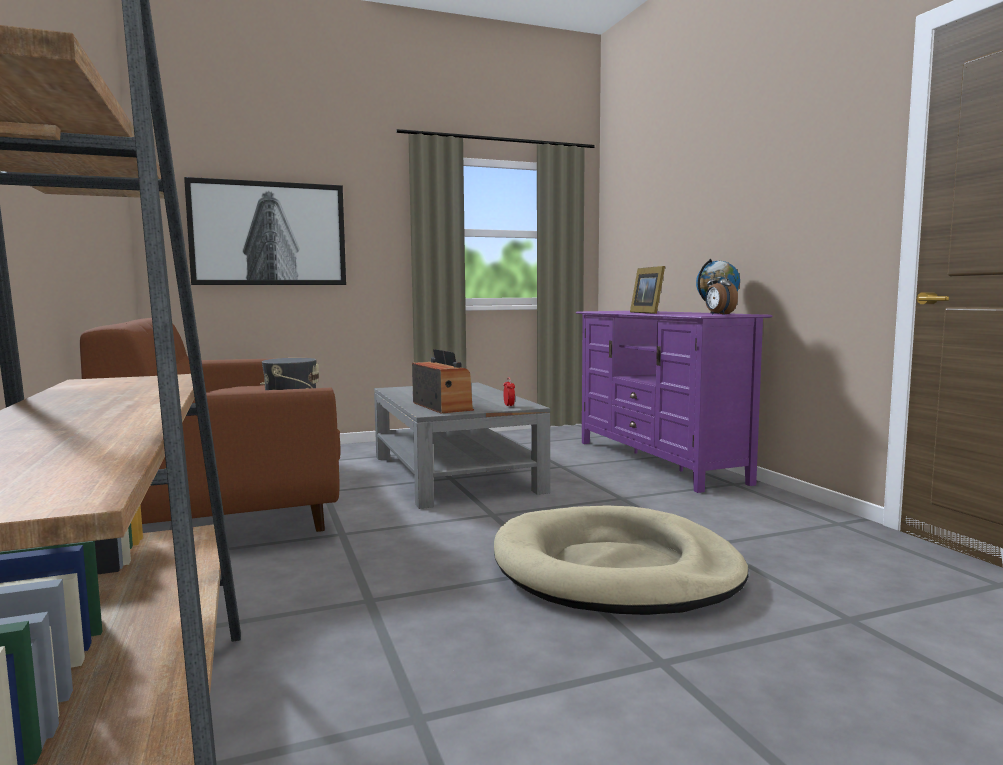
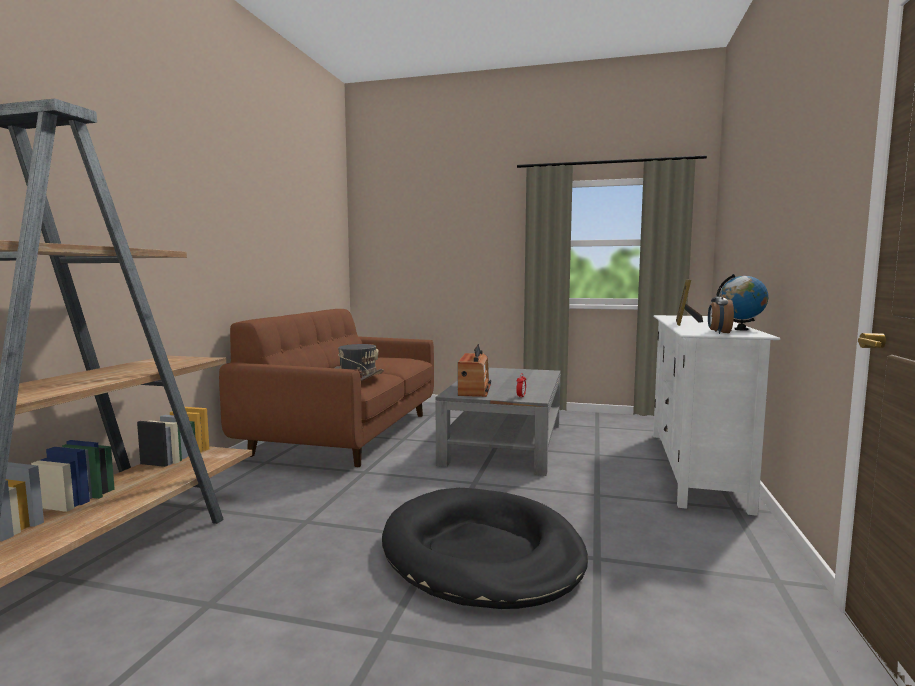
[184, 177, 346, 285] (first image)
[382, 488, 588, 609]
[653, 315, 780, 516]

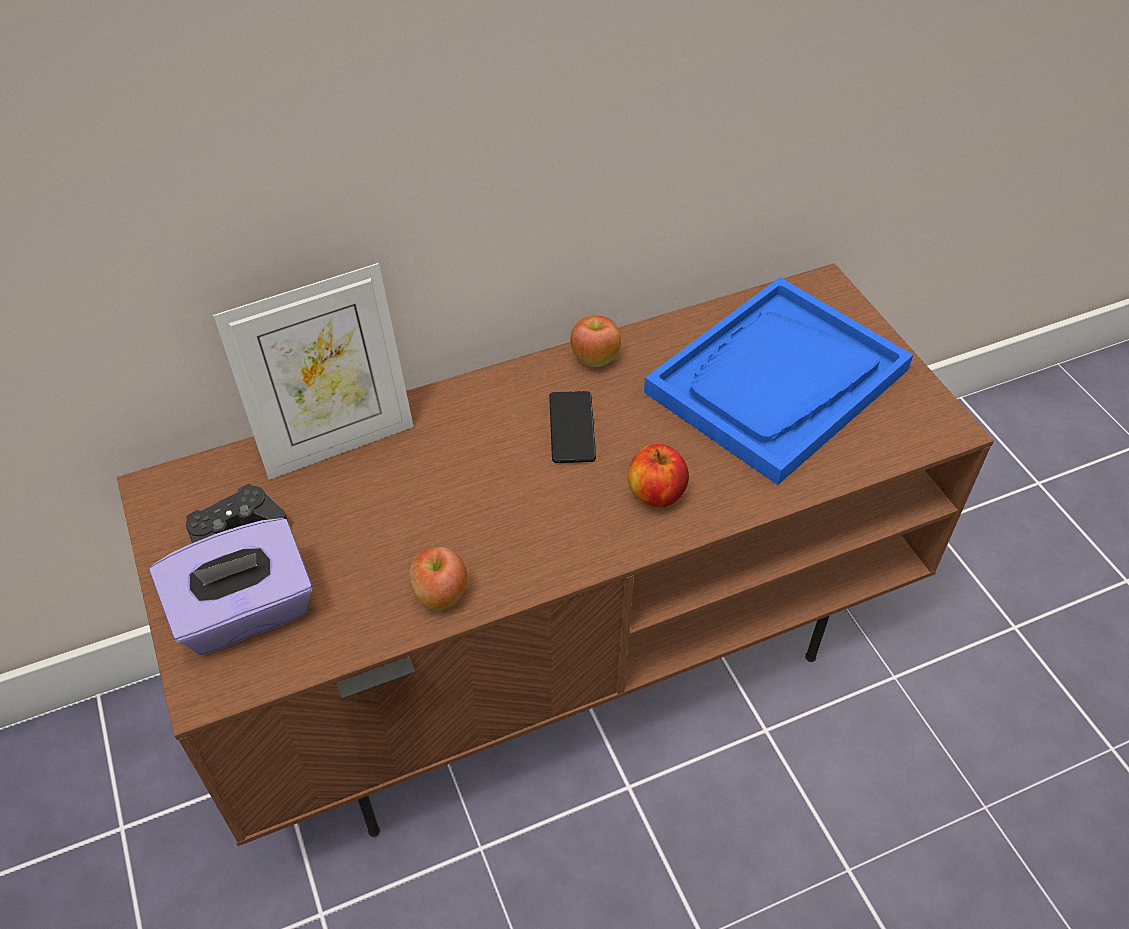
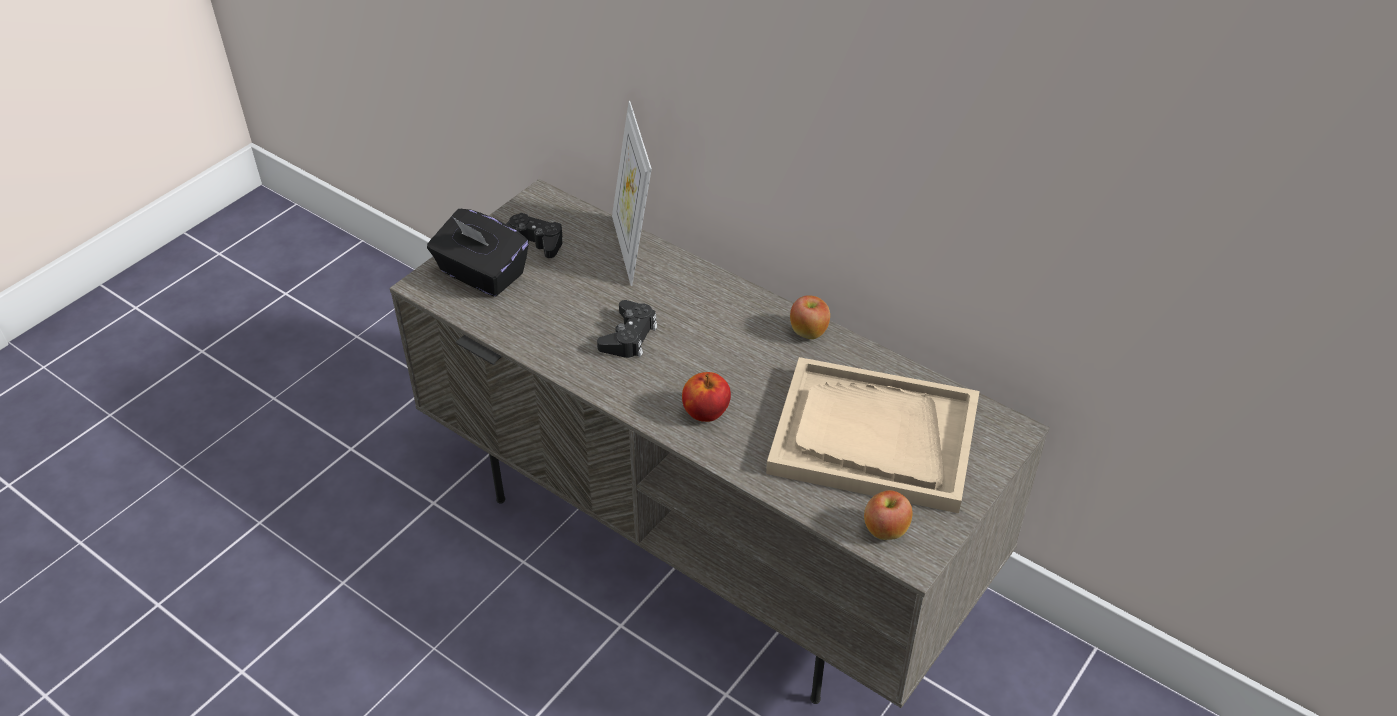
[389, 179, 1050, 708]
[427, 209, 529, 296]
[612, 101, 652, 286]
[864, 490, 913, 540]
[549, 391, 596, 463] (first image)
[766, 357, 980, 513]
[597, 300, 658, 358]

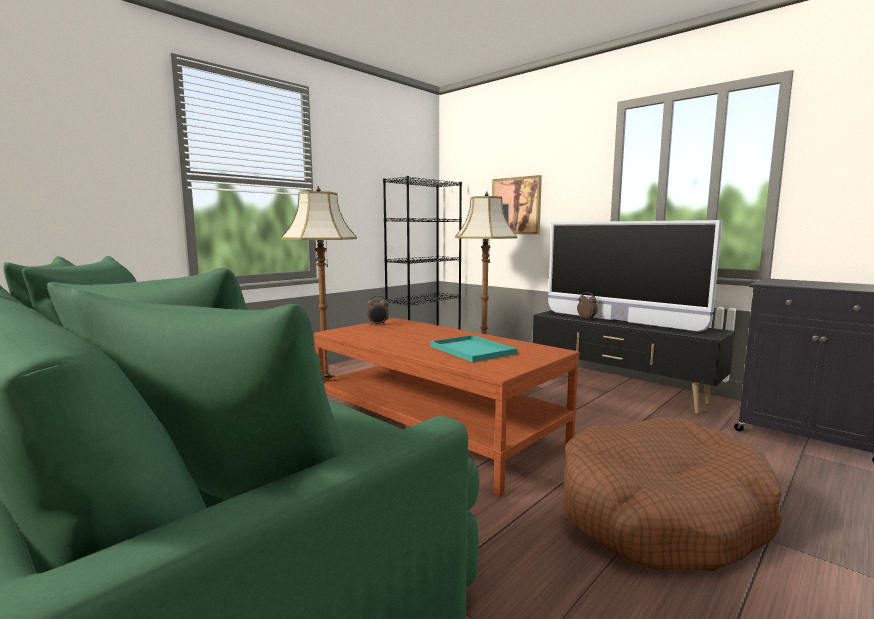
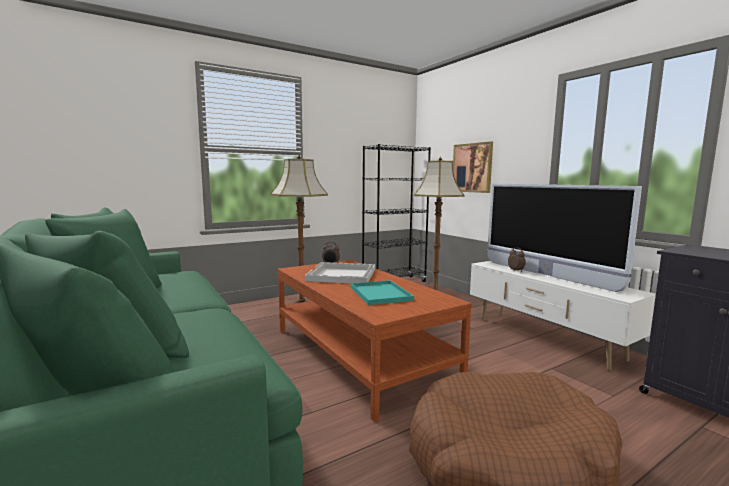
[470, 261, 656, 370]
[305, 262, 375, 283]

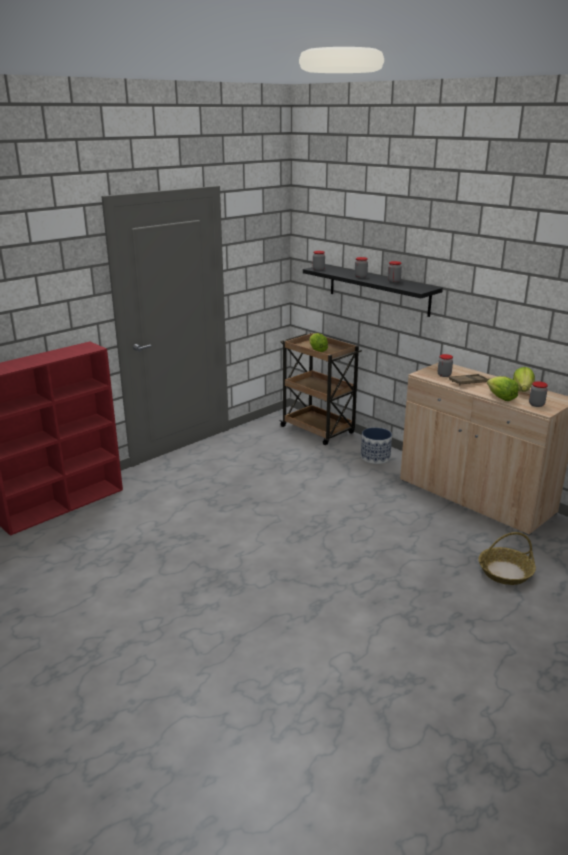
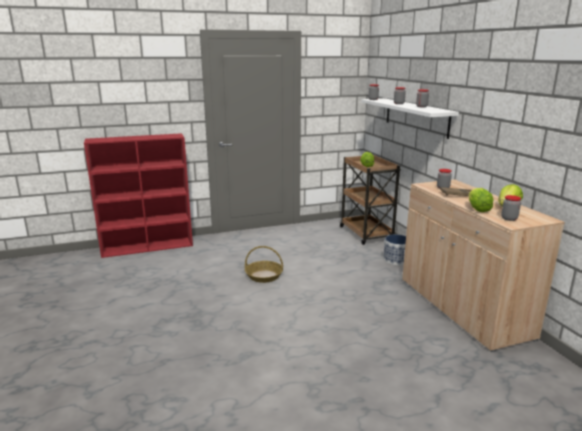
[362, 98, 459, 139]
[245, 246, 283, 283]

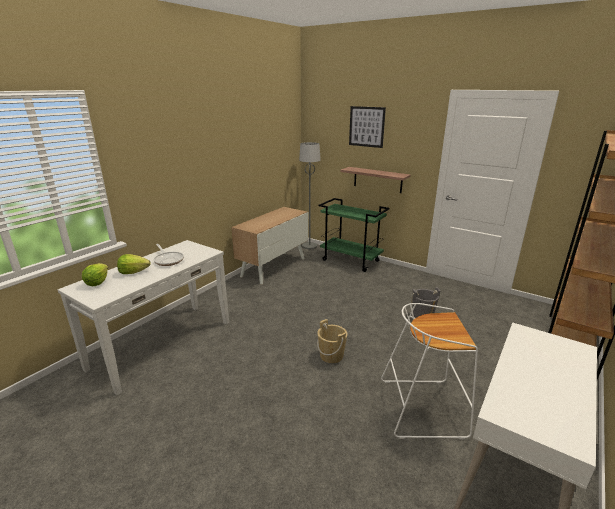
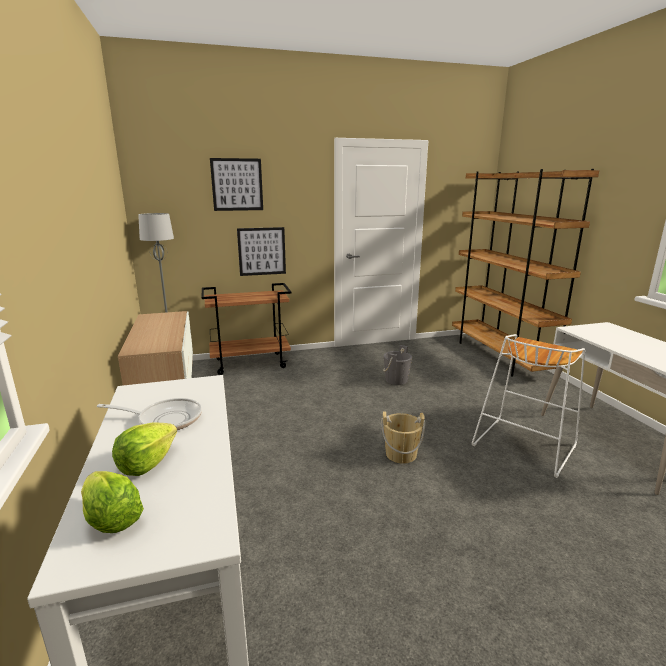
[202, 283, 292, 375]
[237, 227, 286, 276]

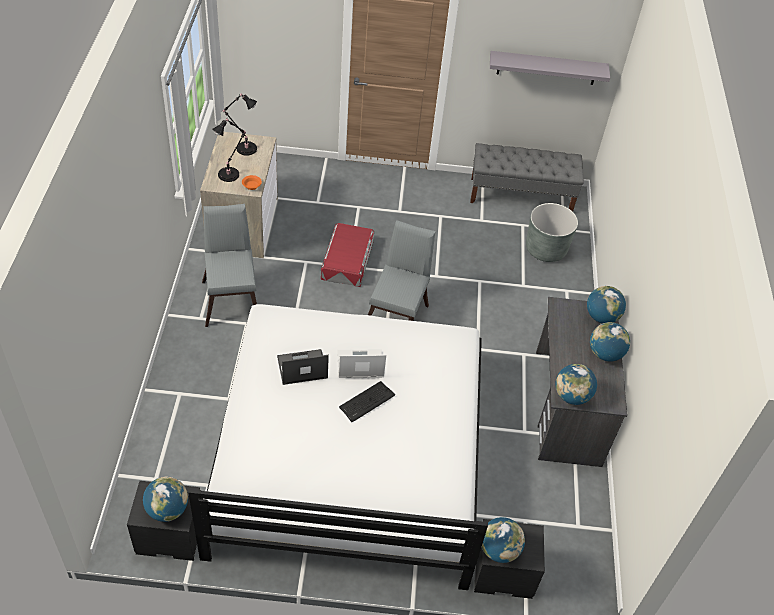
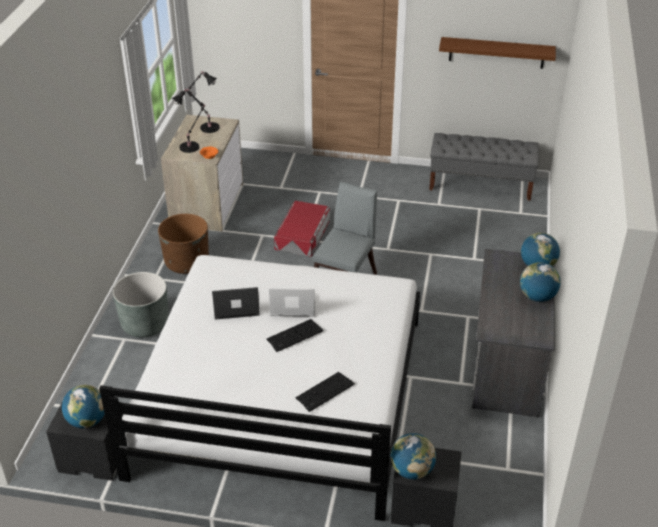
[158, 214, 209, 274]
[439, 37, 556, 69]
[113, 272, 169, 337]
[555, 364, 597, 405] (first image)
[296, 372, 355, 412]

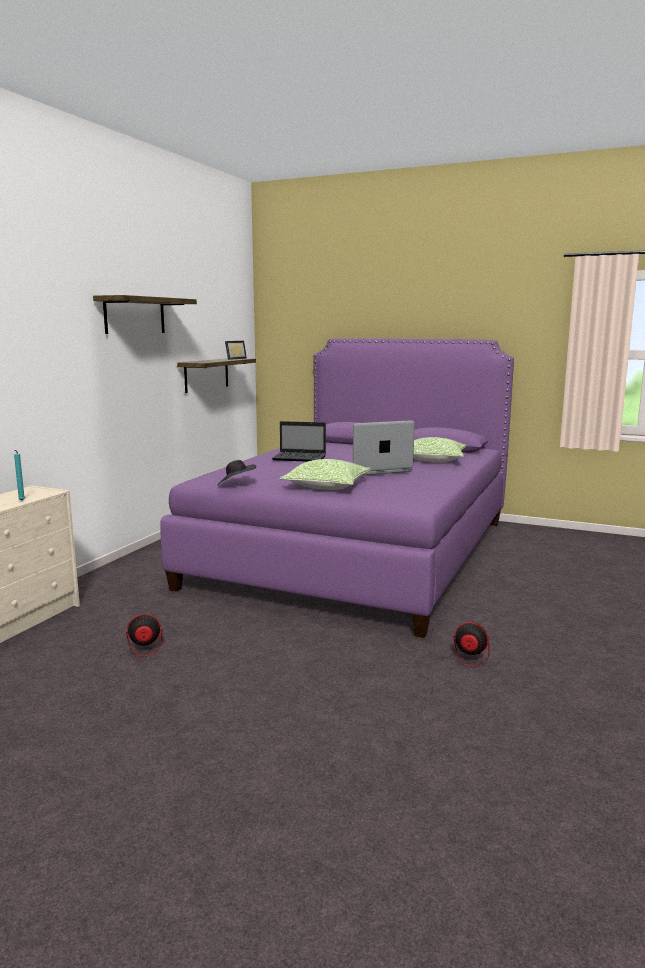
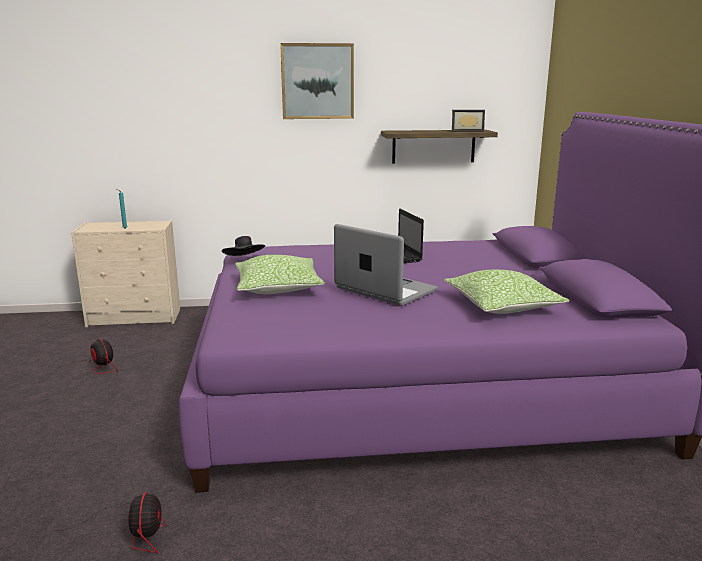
[280, 43, 354, 119]

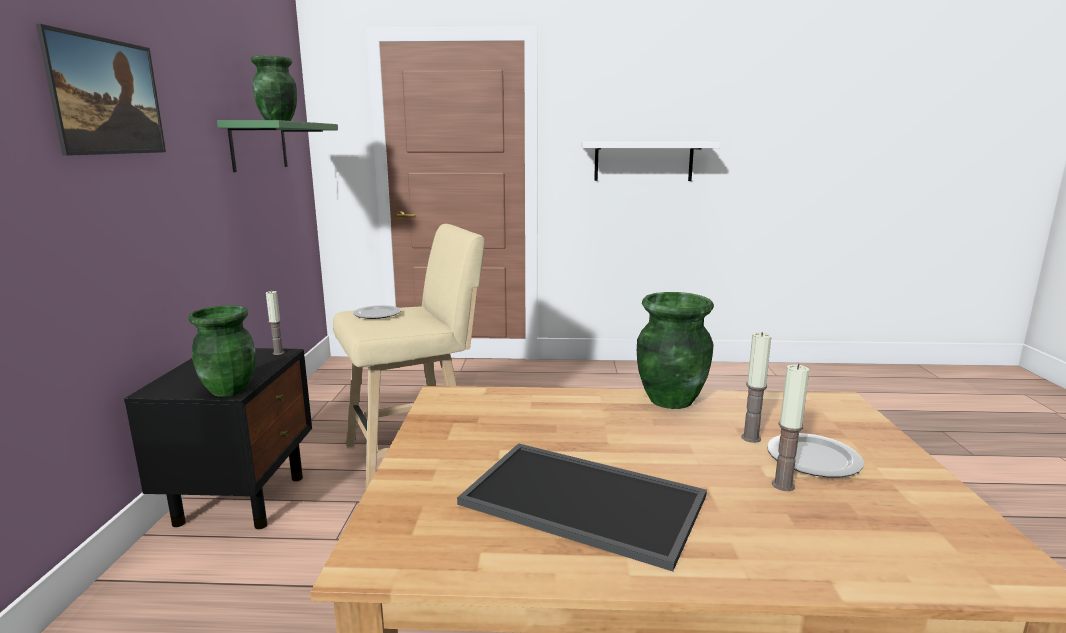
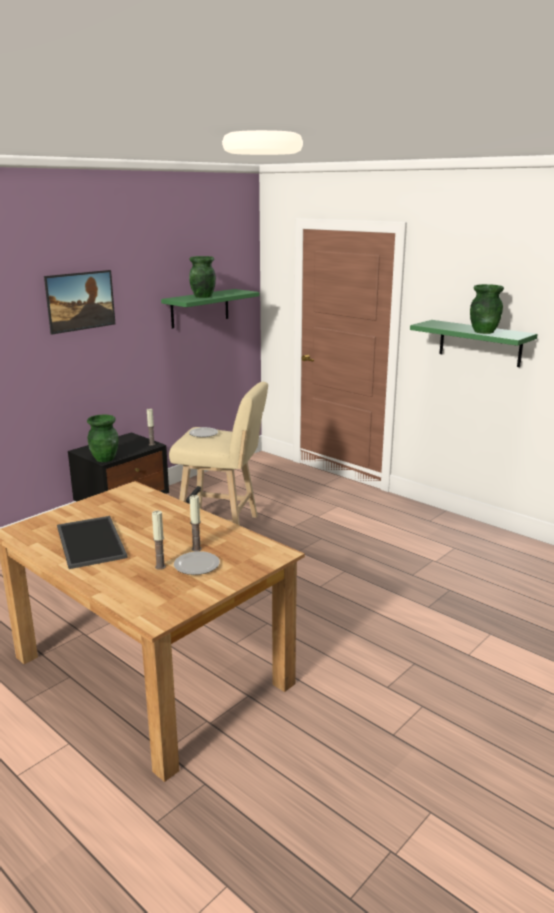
[410, 320, 538, 367]
[470, 284, 504, 334]

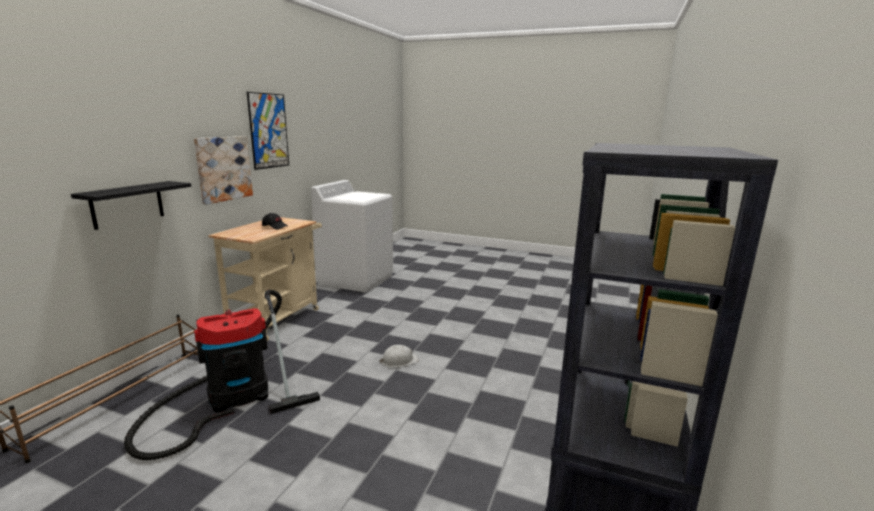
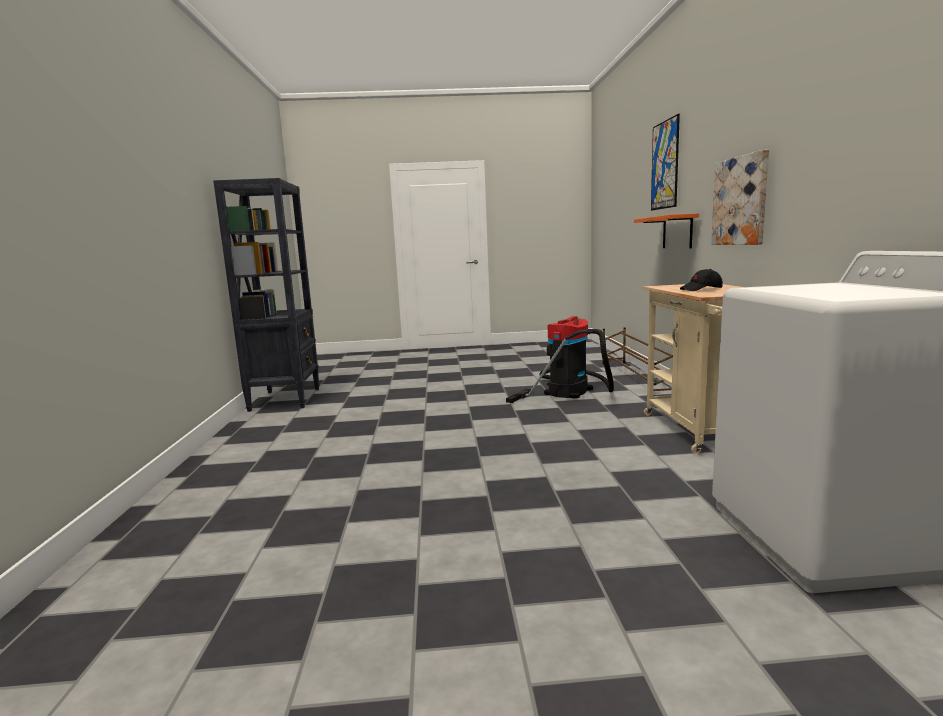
[634, 213, 699, 249]
[651, 114, 680, 211]
[380, 345, 419, 367] (first image)

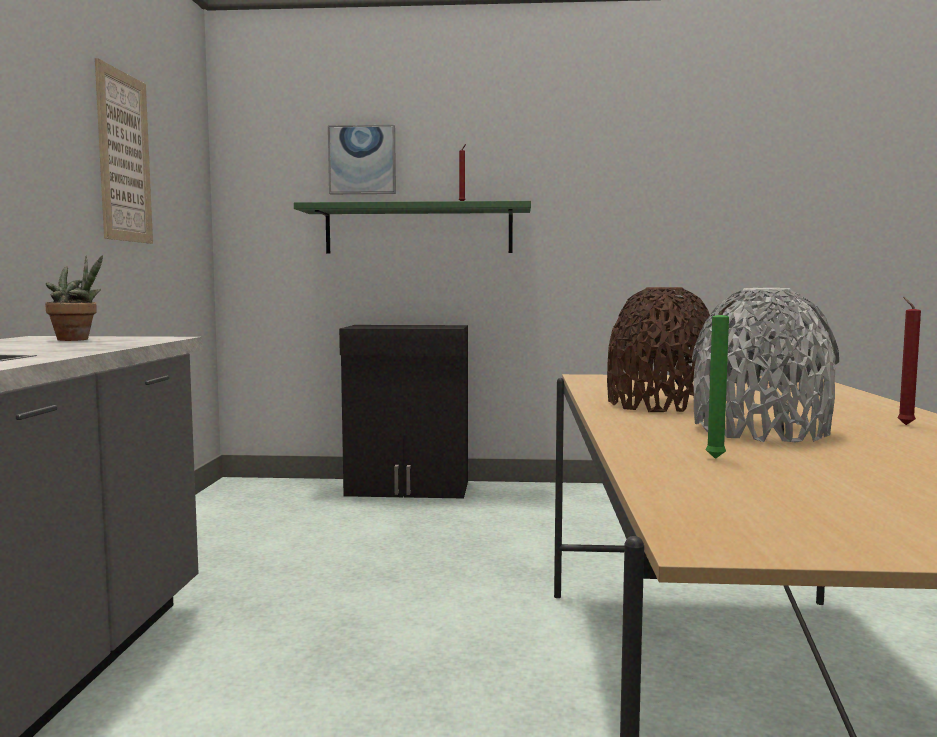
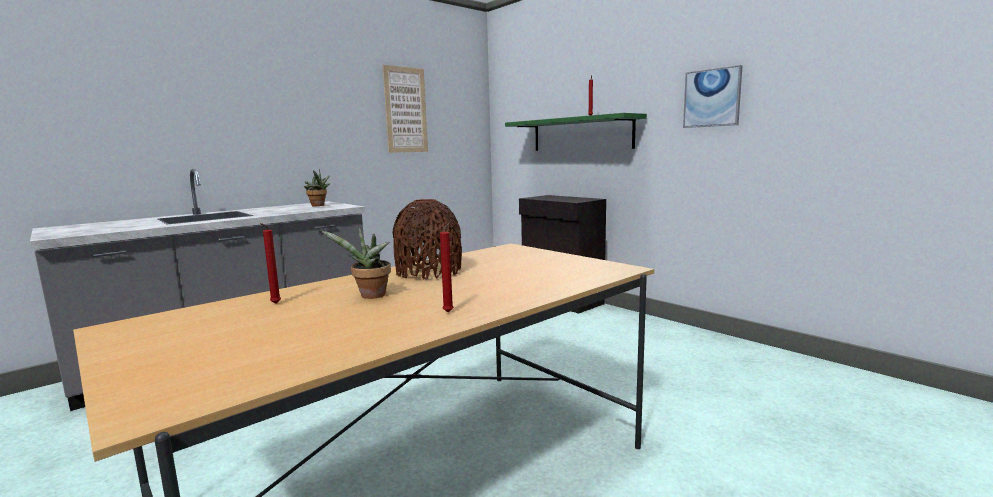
[683, 65, 743, 128]
[321, 228, 391, 299]
[260, 223, 281, 303]

